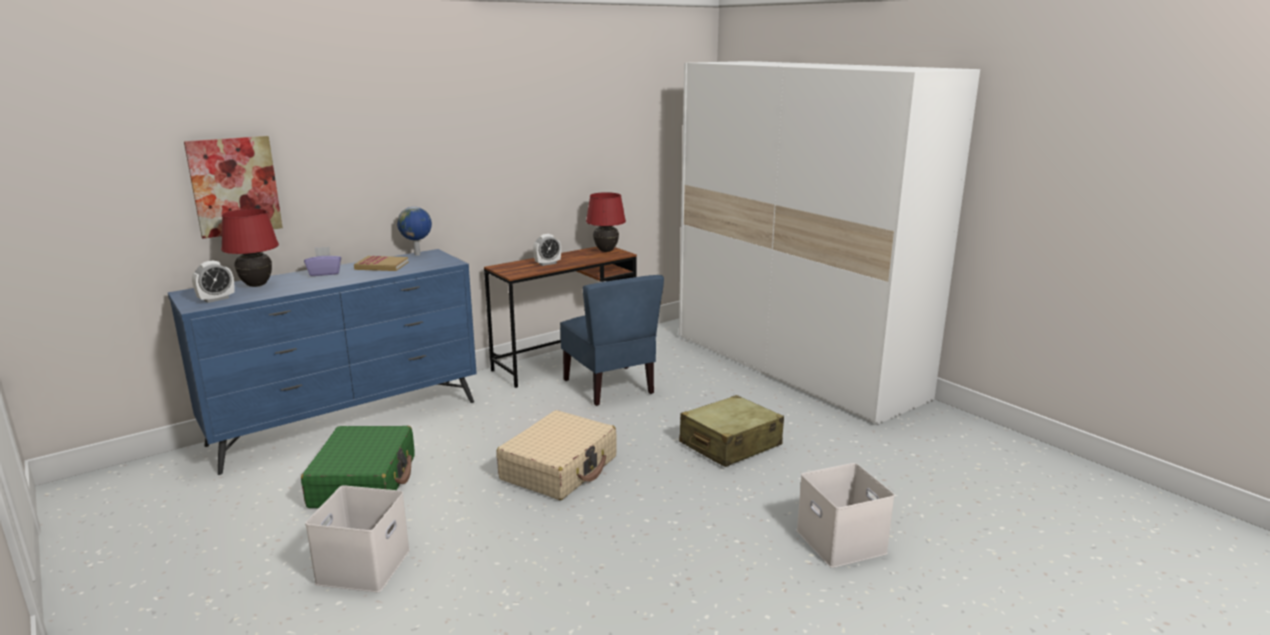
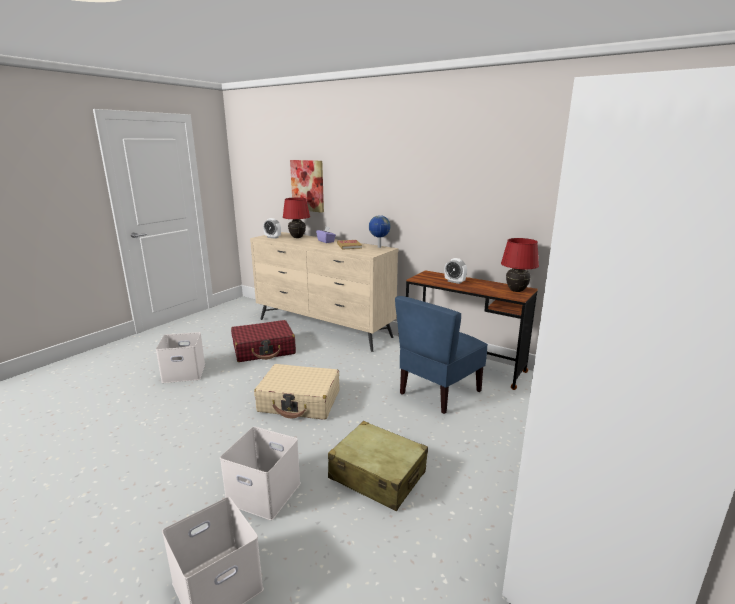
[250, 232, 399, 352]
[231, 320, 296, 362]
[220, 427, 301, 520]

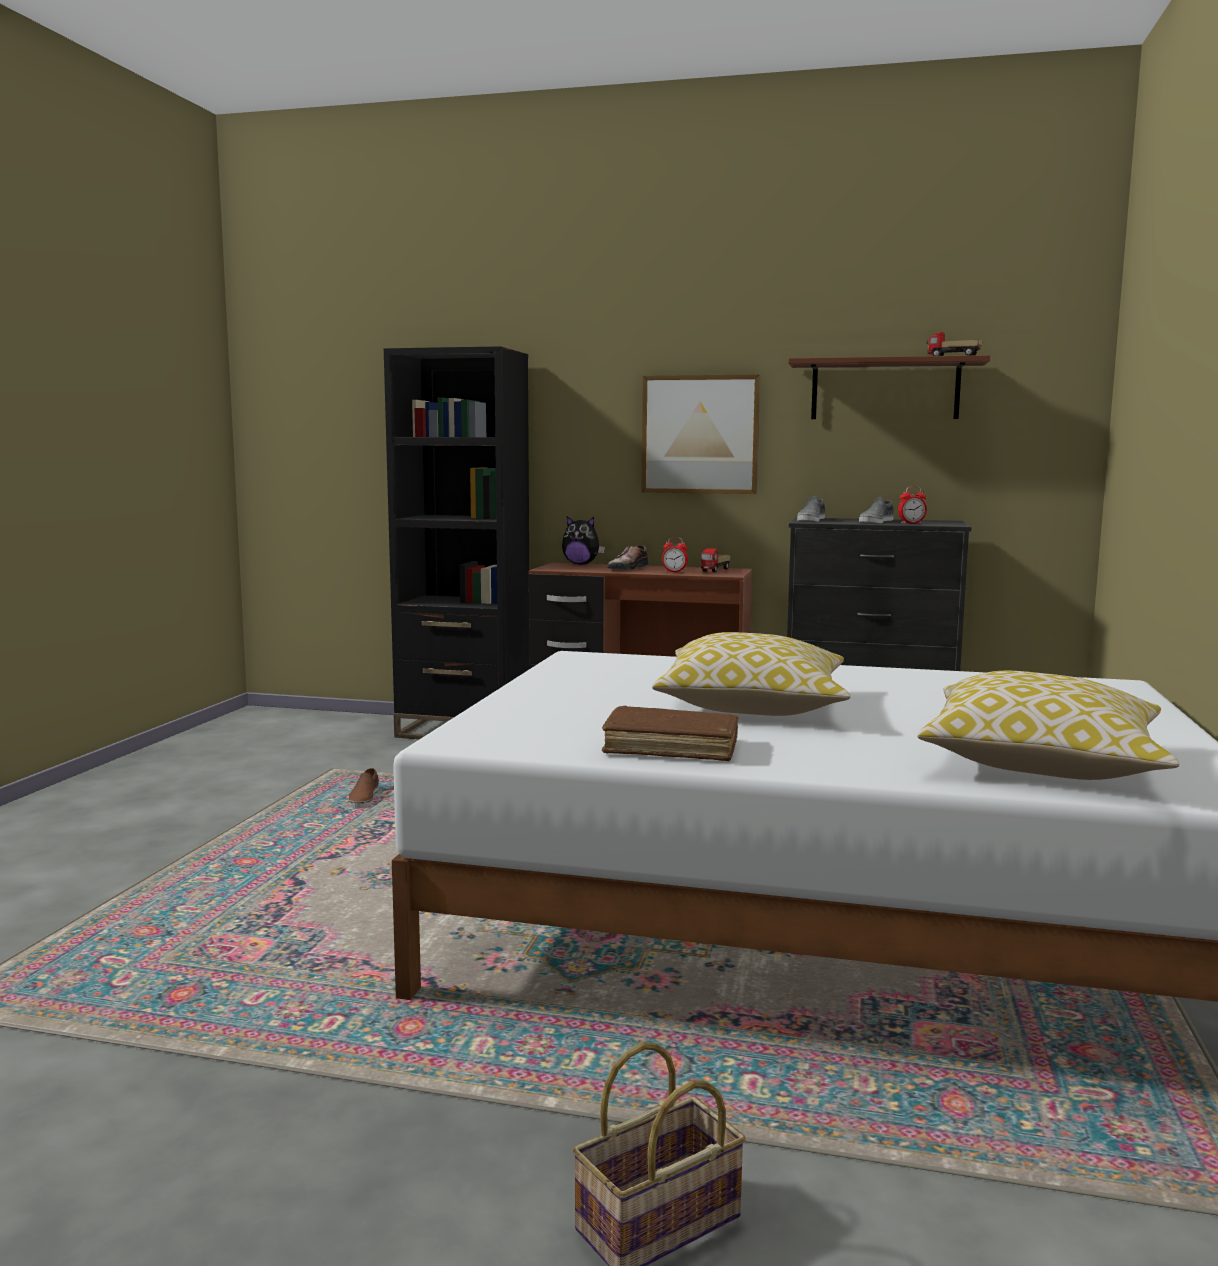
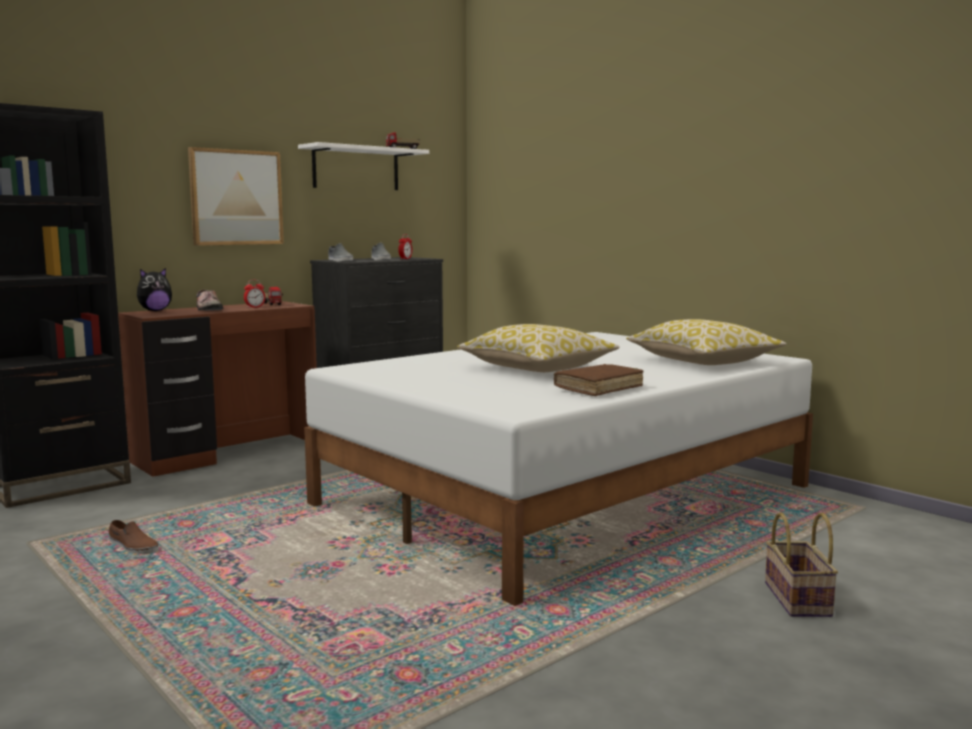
[298, 142, 429, 190]

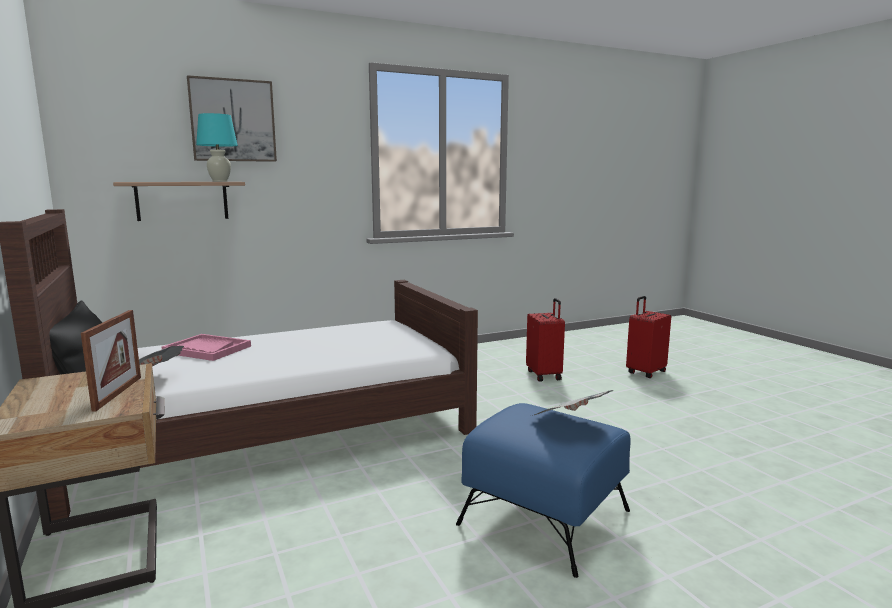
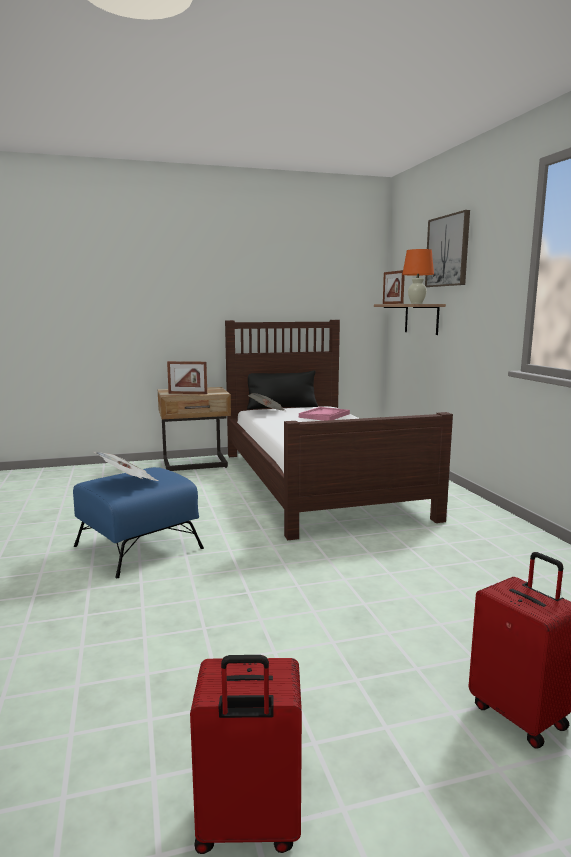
[402, 249, 434, 304]
[190, 655, 302, 854]
[383, 270, 405, 304]

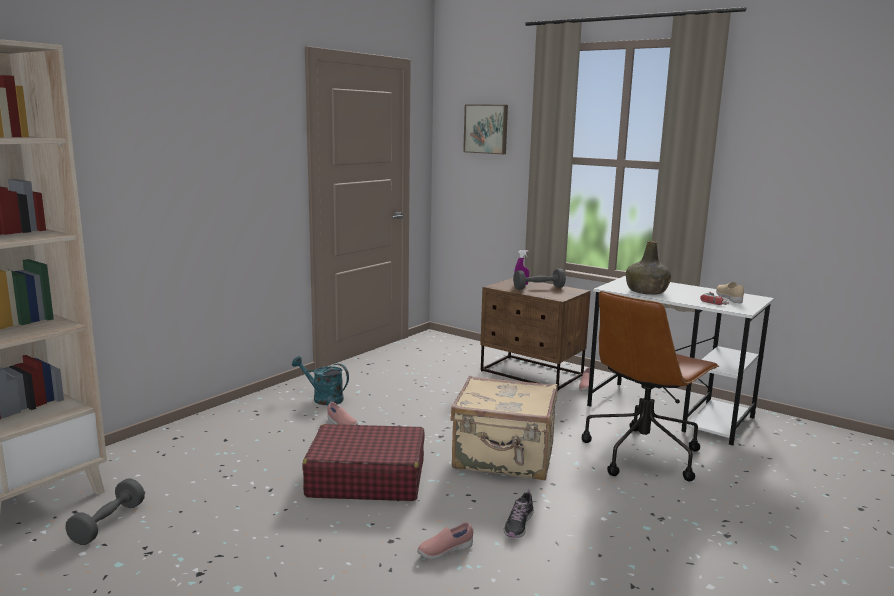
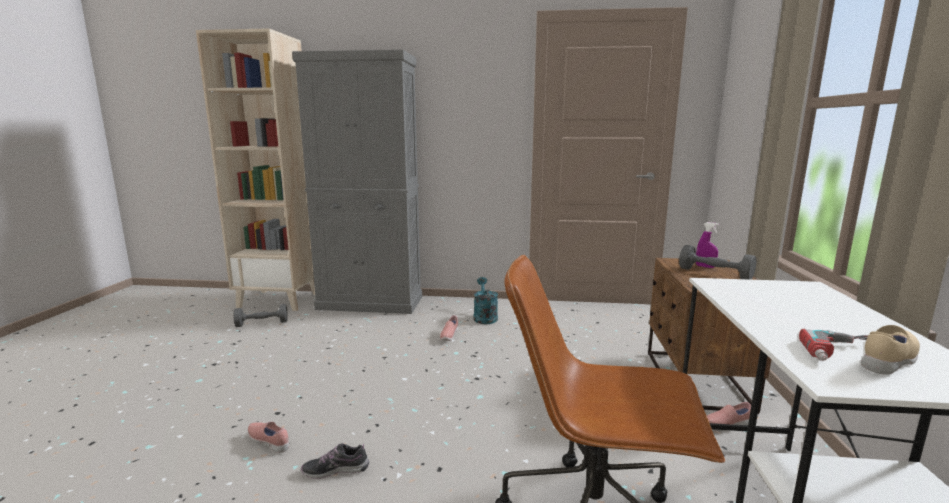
[303, 424, 425, 501] (first image)
[451, 376, 558, 480] (first image)
[463, 104, 508, 154] (first image)
[626, 241, 671, 295] (first image)
[292, 50, 422, 314]

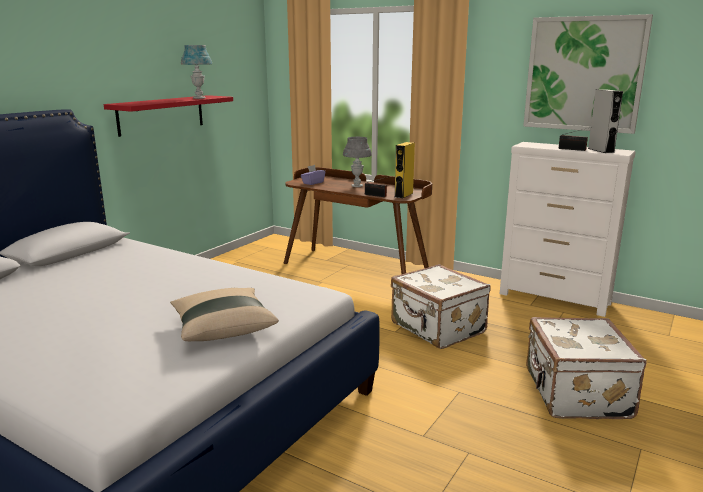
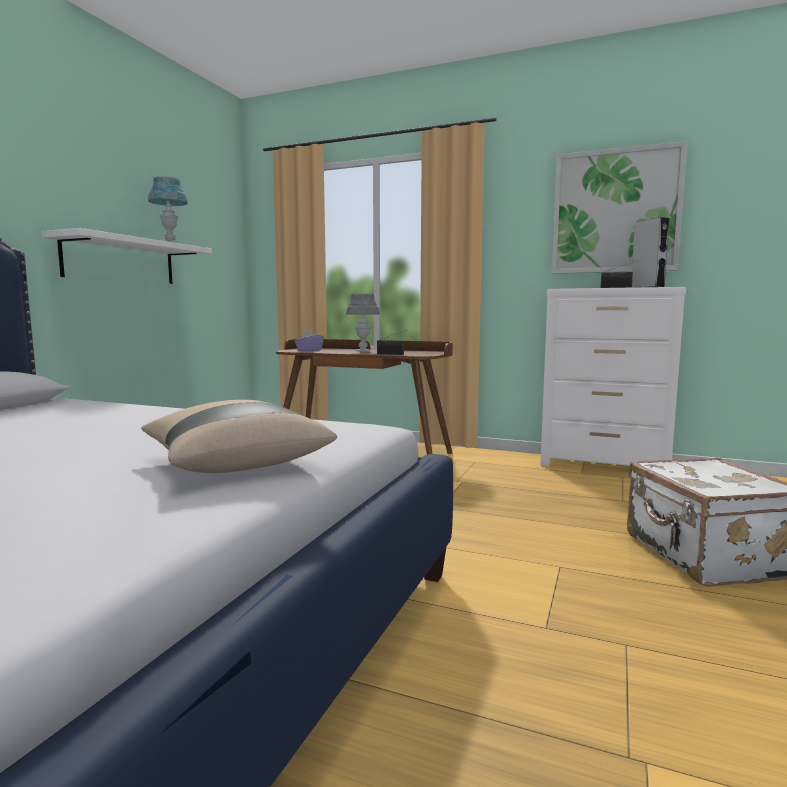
[41, 228, 212, 284]
[391, 264, 491, 349] (first image)
[395, 142, 415, 198] (first image)

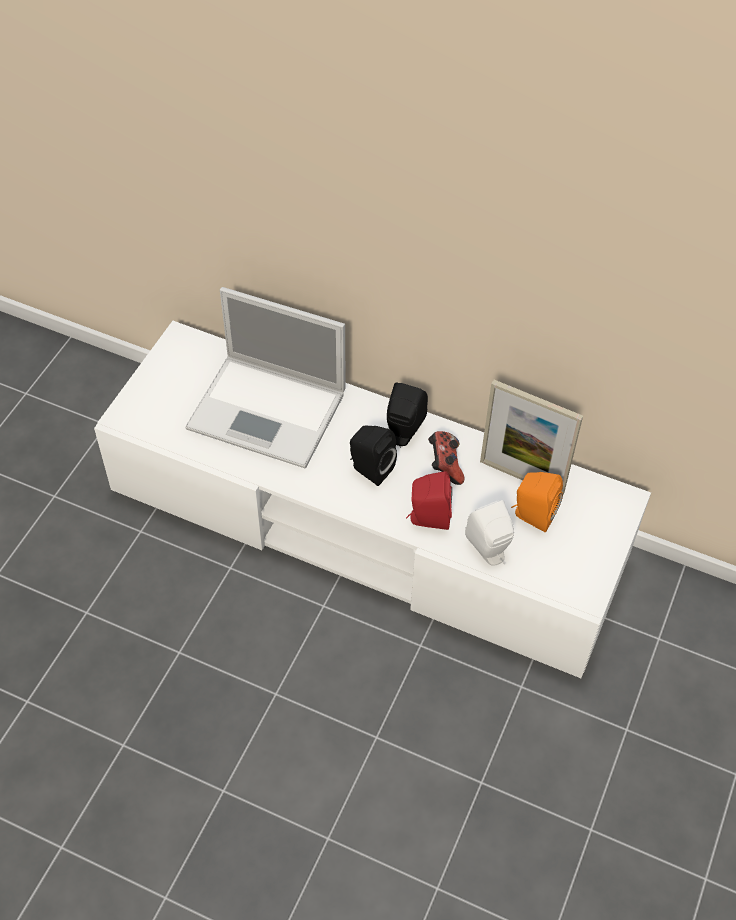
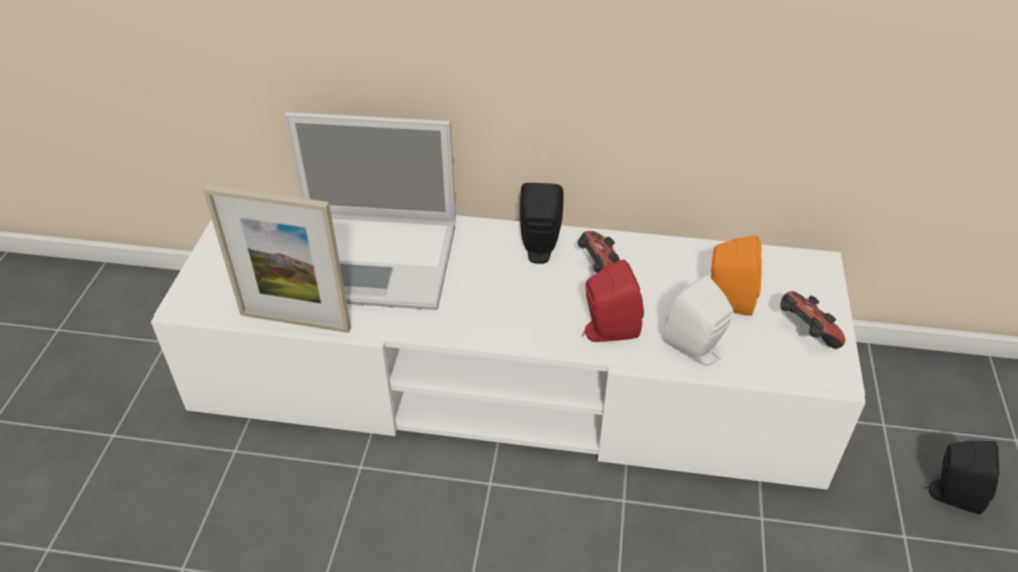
[925, 441, 999, 514]
[203, 185, 351, 333]
[780, 291, 845, 349]

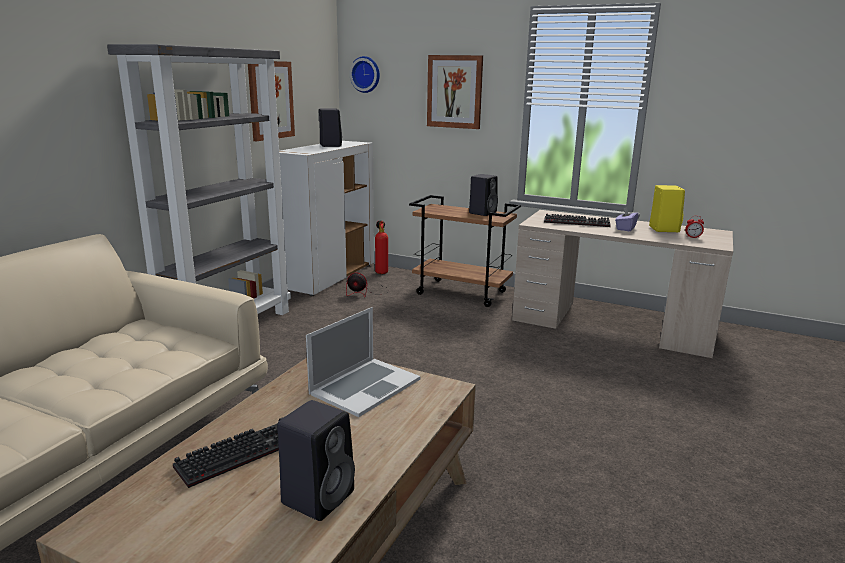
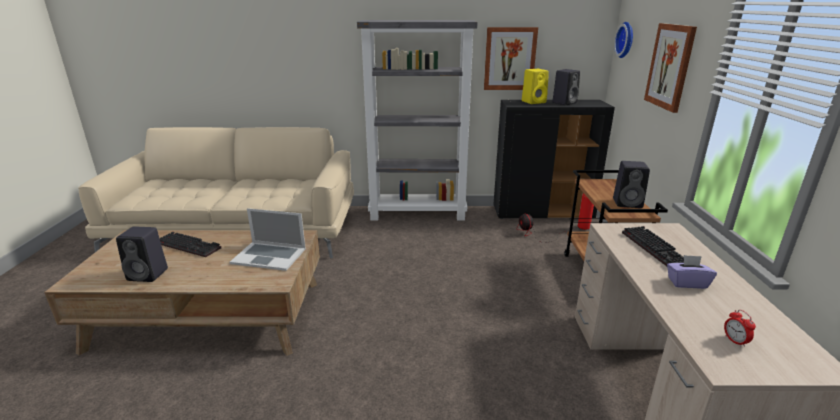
[493, 100, 615, 219]
[522, 69, 549, 104]

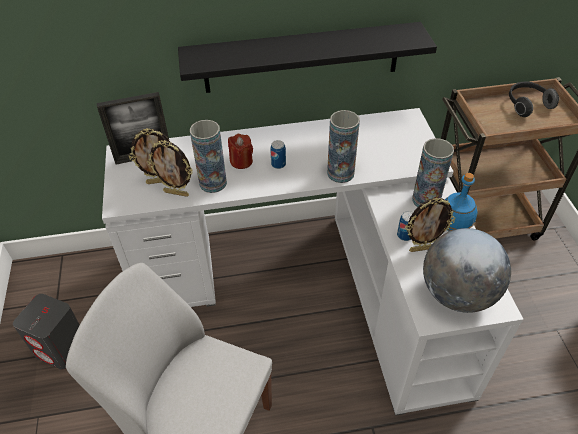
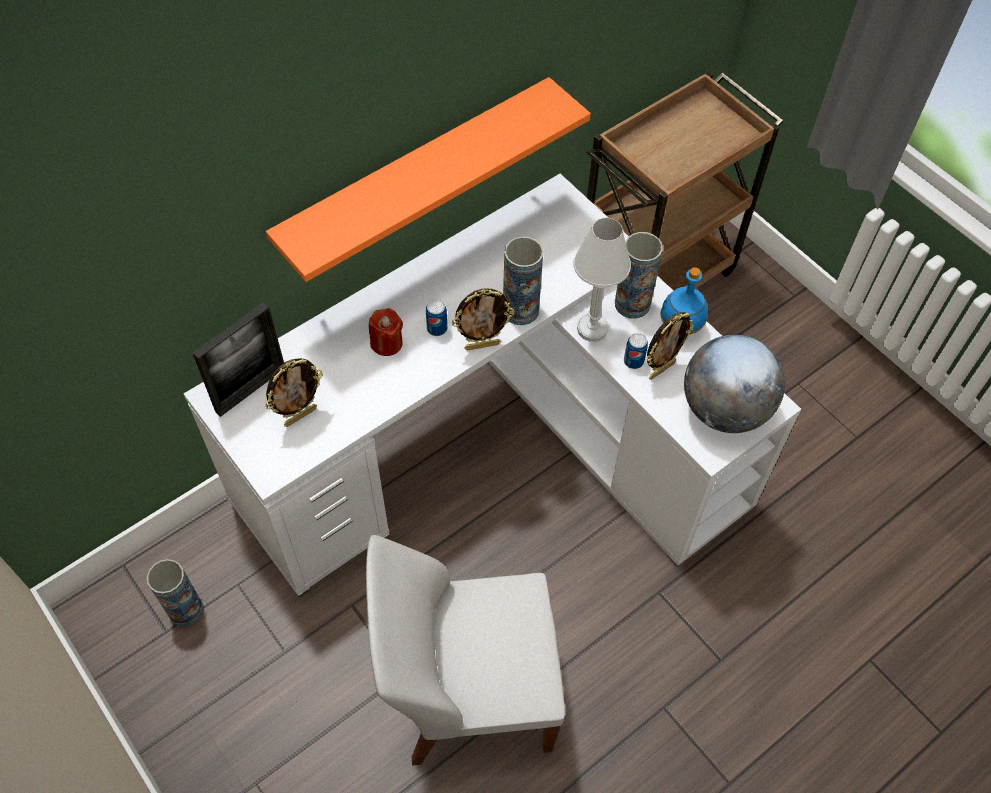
[13, 294, 80, 369] (first image)
[452, 288, 514, 351]
[266, 77, 591, 282]
[147, 559, 203, 627]
[509, 82, 559, 117] (first image)
[573, 218, 631, 342]

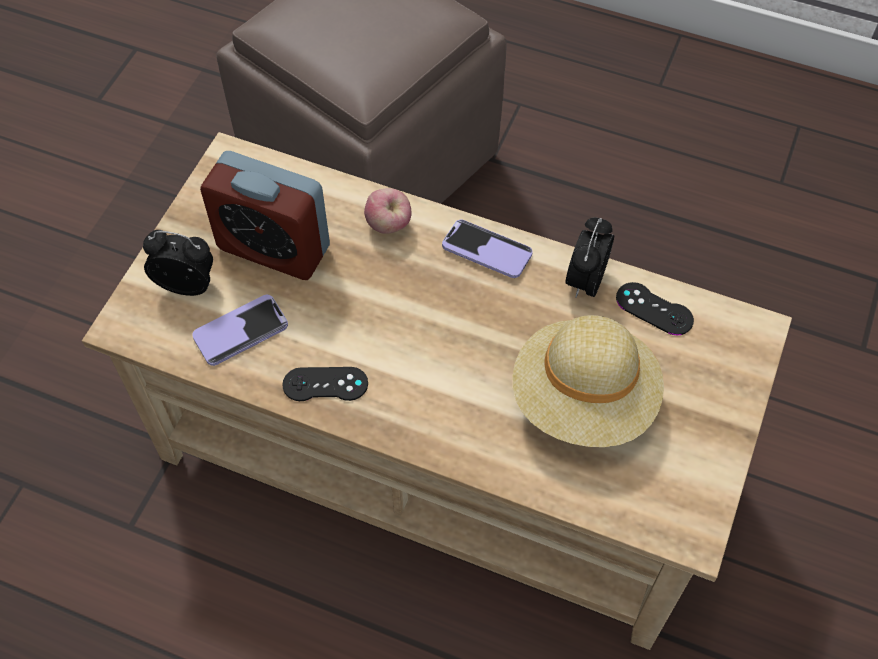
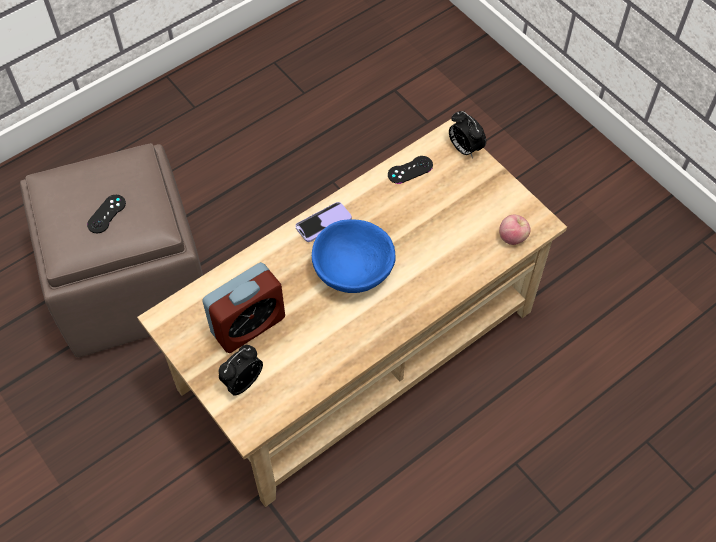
[192, 295, 288, 366] (first image)
[87, 195, 126, 233]
[499, 214, 531, 245]
[513, 315, 664, 447] (first image)
[449, 111, 486, 158]
[312, 219, 396, 293]

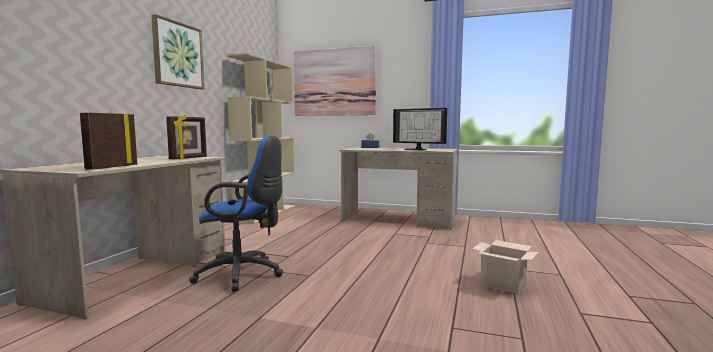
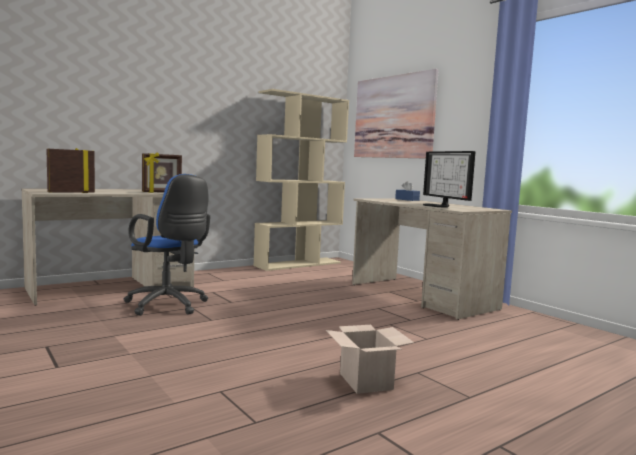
[151, 14, 205, 89] (first image)

